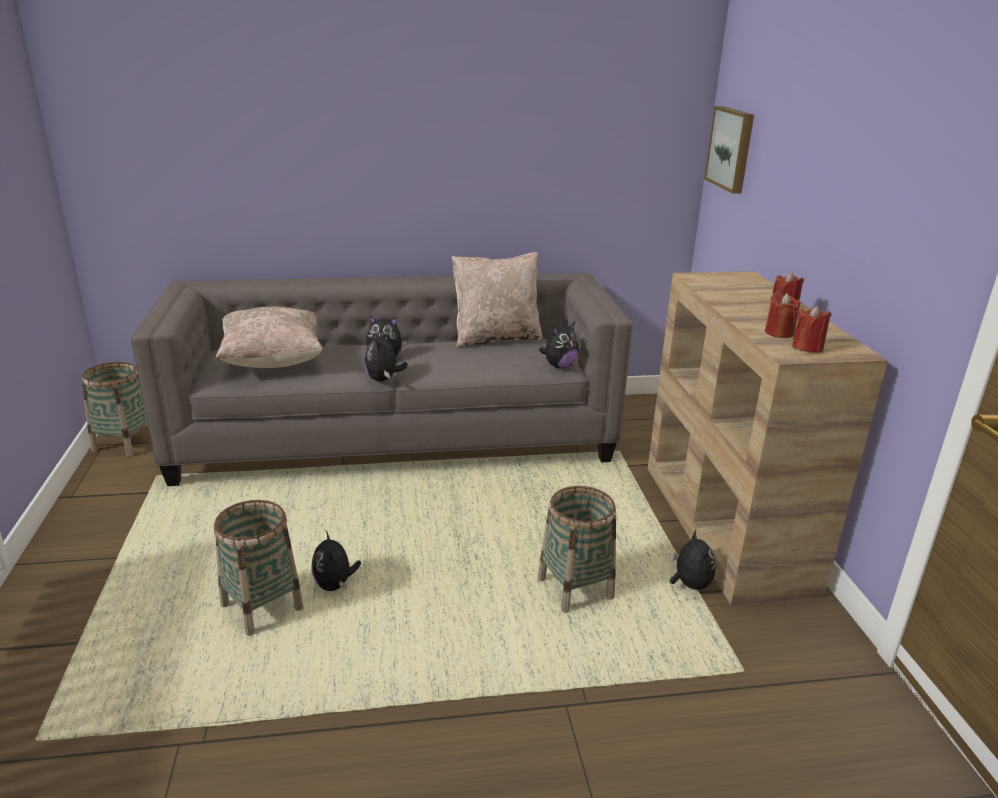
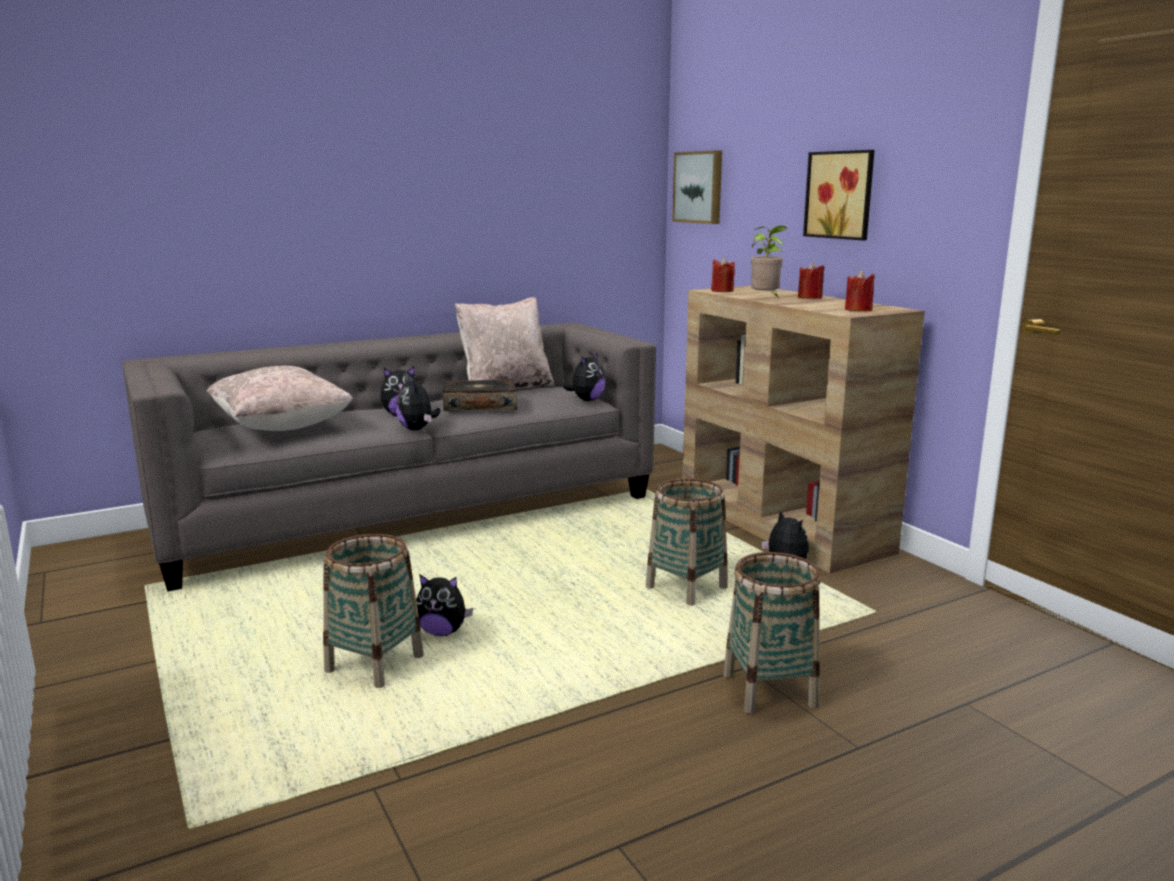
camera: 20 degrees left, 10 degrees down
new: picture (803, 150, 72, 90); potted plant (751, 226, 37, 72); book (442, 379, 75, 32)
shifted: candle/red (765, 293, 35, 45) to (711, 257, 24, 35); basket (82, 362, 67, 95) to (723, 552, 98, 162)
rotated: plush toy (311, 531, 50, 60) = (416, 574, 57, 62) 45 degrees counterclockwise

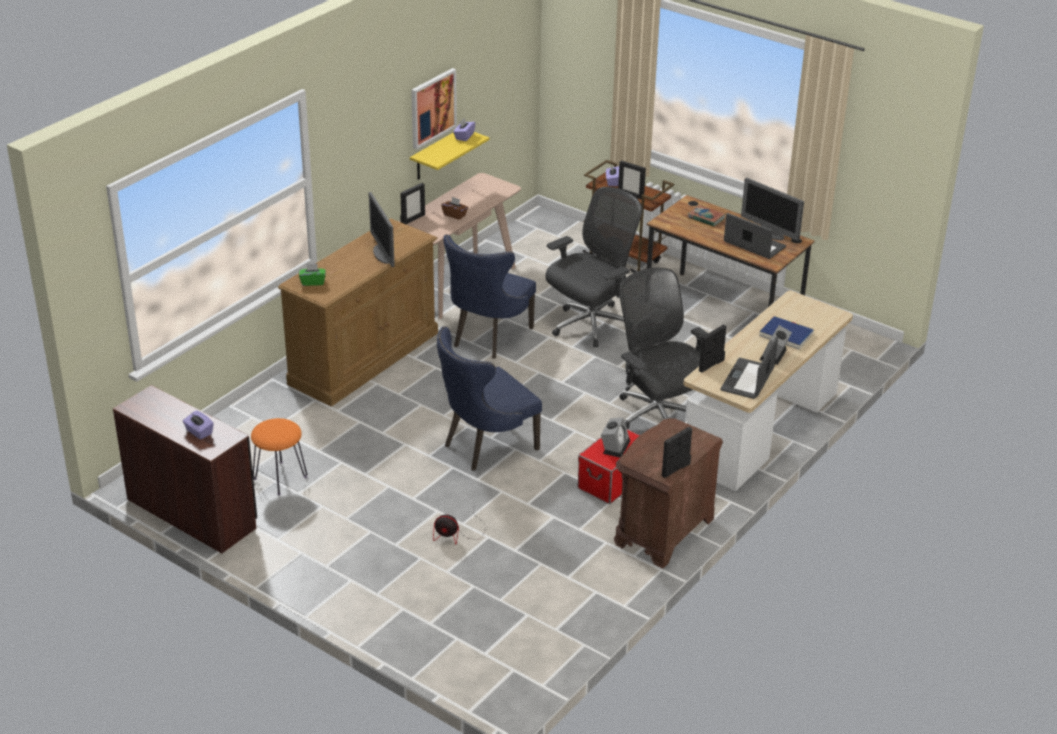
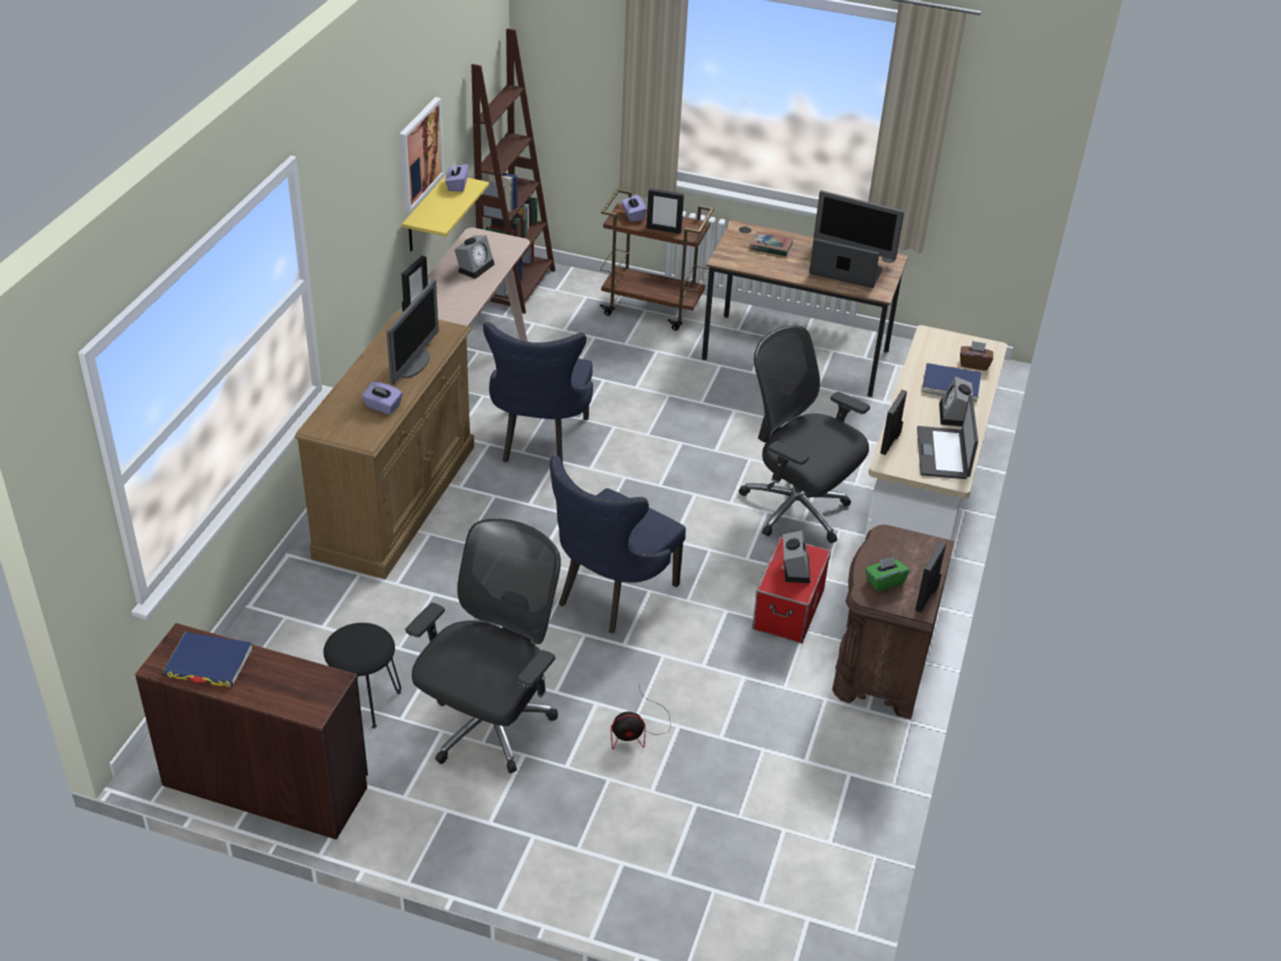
camera: 20 degrees left, 5 degrees up
new: bookcase/brown (471, 28, 84, 285); alarm clock (454, 235, 41, 44); book/blue (164, 632, 88, 55)
shifted: office chair (546, 187, 96, 160) to (405, 519, 156, 254); tissue box/brown (441, 197, 27, 23) to (960, 341, 33, 30); tissue box/green (299, 264, 27, 22) to (865, 556, 45, 35); tissue box/purple (183, 410, 31, 29) to (362, 382, 40, 33)
repainted: stool/orange (251, 418, 56, 77) to stool/black (324, 623, 78, 106)
rotated: monitor (369, 192, 26, 75) = (387, 279, 52, 105) 120 degrees counterclockwise

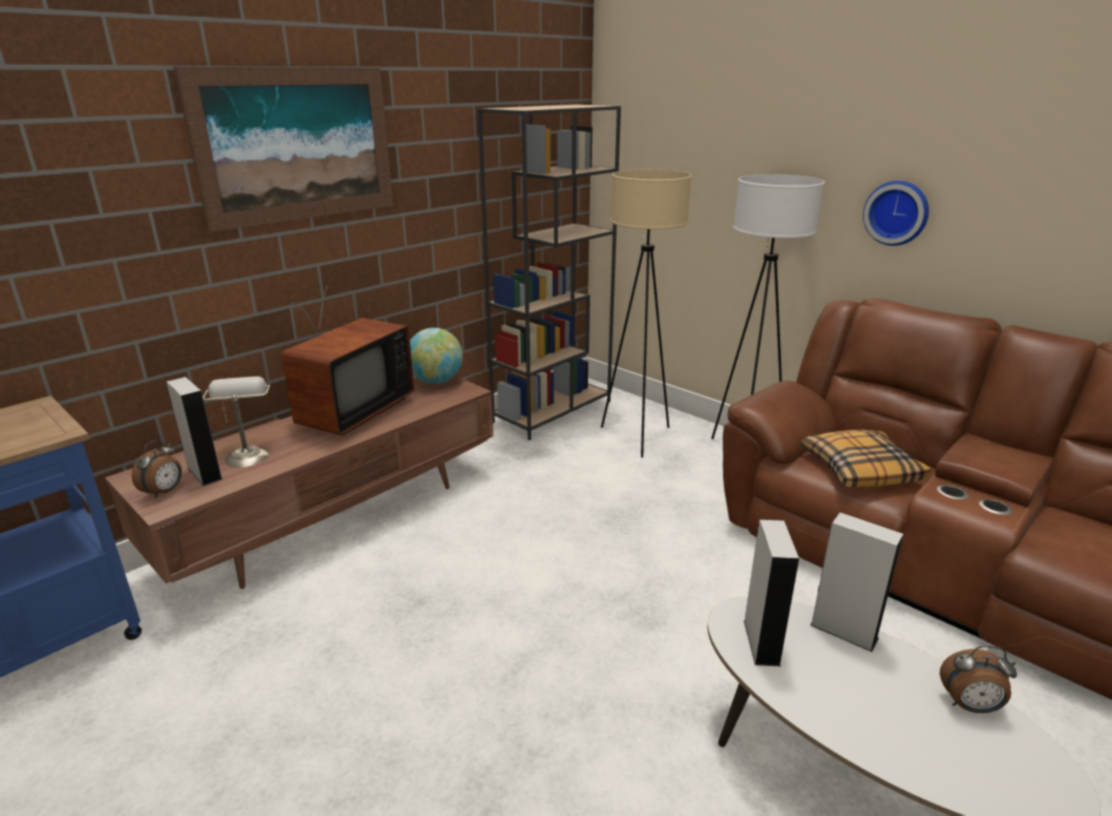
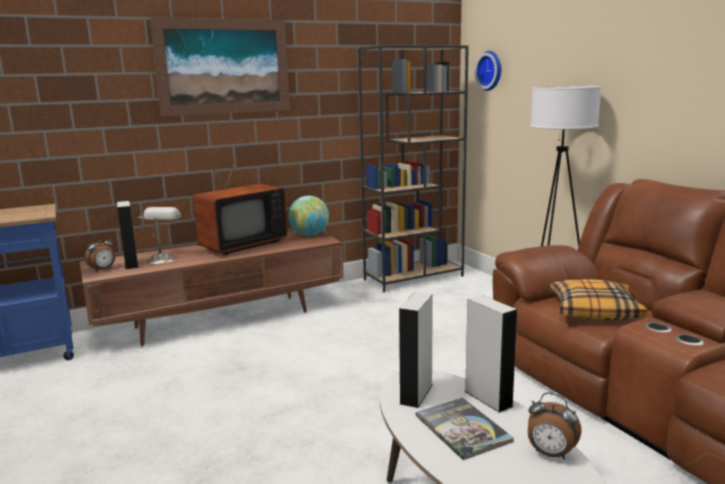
camera: 20 degrees right, 10 degrees down
gone: floor lamp/beige (601, 169, 91, 289)
new: book (416, 398, 98, 62)
shifted: wall clock (863, 181, 66, 65) to (475, 51, 26, 40)

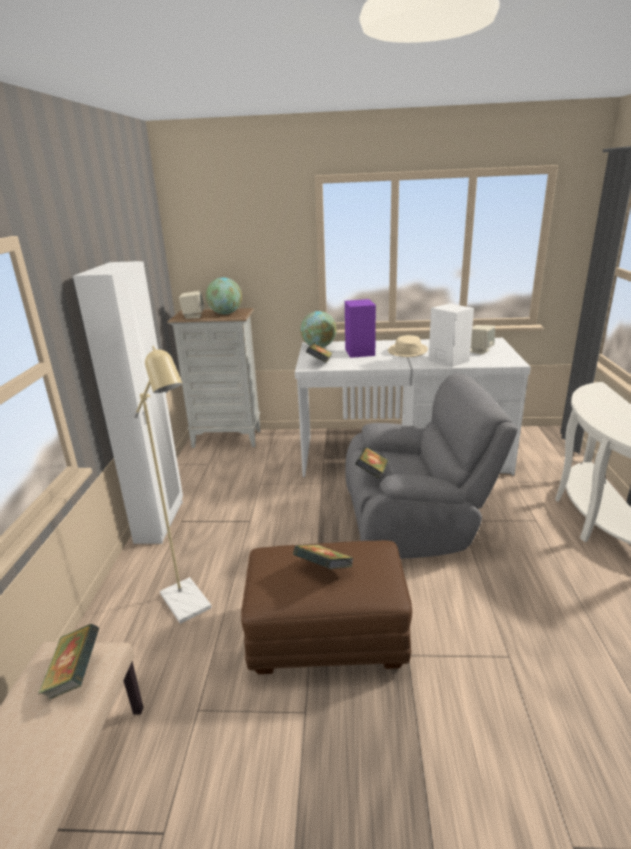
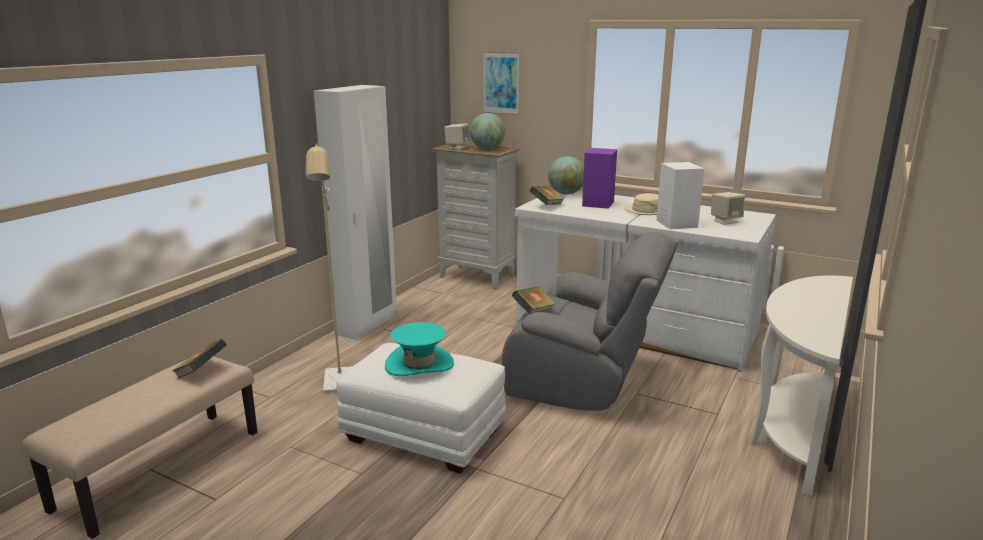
camera: 25 degrees right, 5 degrees down
new: picture (483, 52, 36, 63)
swapped: book (293, 545, 61, 24) to hat/turquoise (385, 322, 69, 54)
repainted: ottoman/brown (241, 540, 171, 134) to ottoman/white (336, 343, 170, 131)

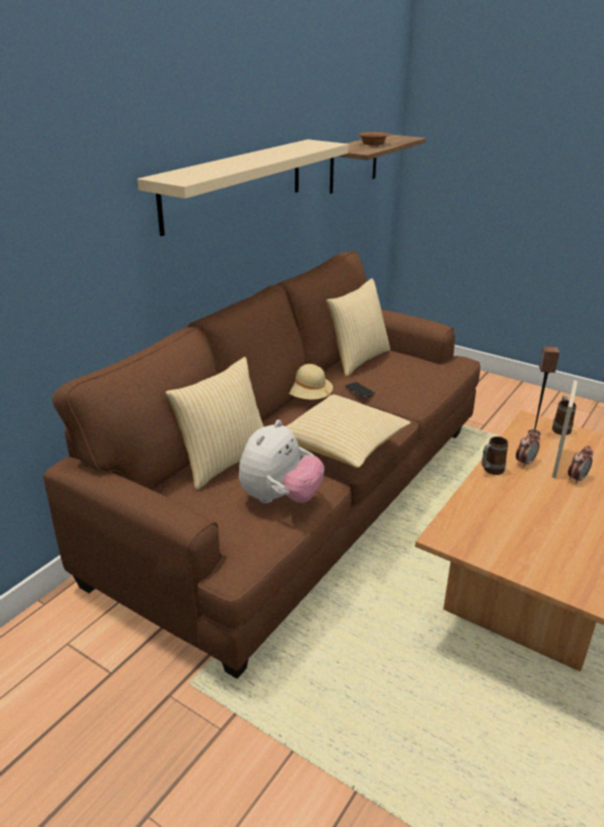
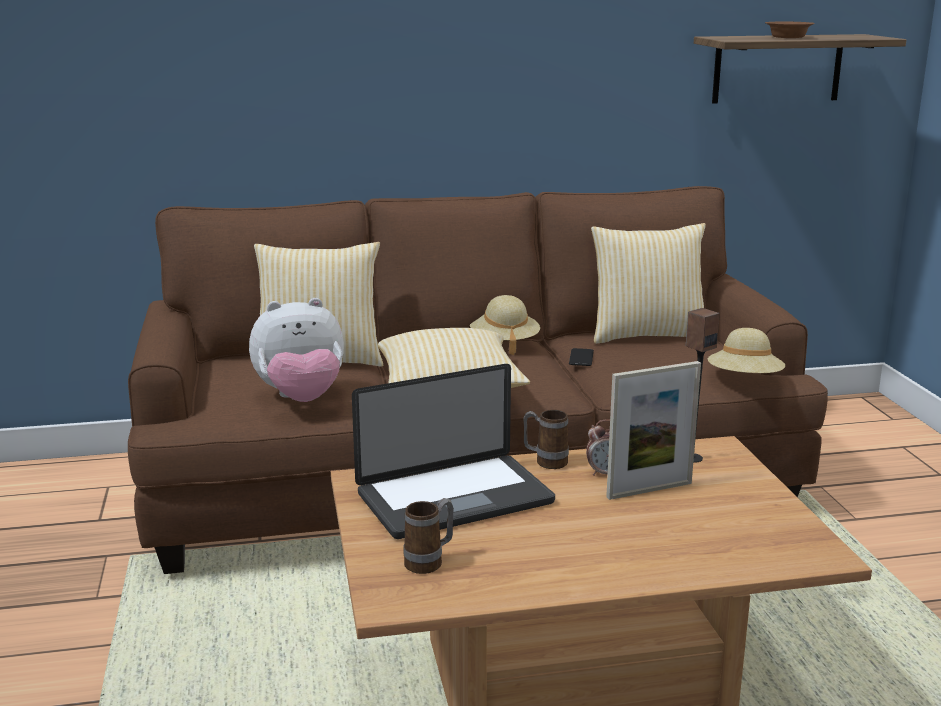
camera: 45 degrees right, 10 degrees down
gone: shelf/beige (137, 139, 211, 97); alarm clock (568, 446, 25, 38)
new: hat/beige (708, 328, 77, 45); laptop (352, 364, 203, 175)
shifted: mug (552, 396, 24, 39) to (403, 498, 51, 76)

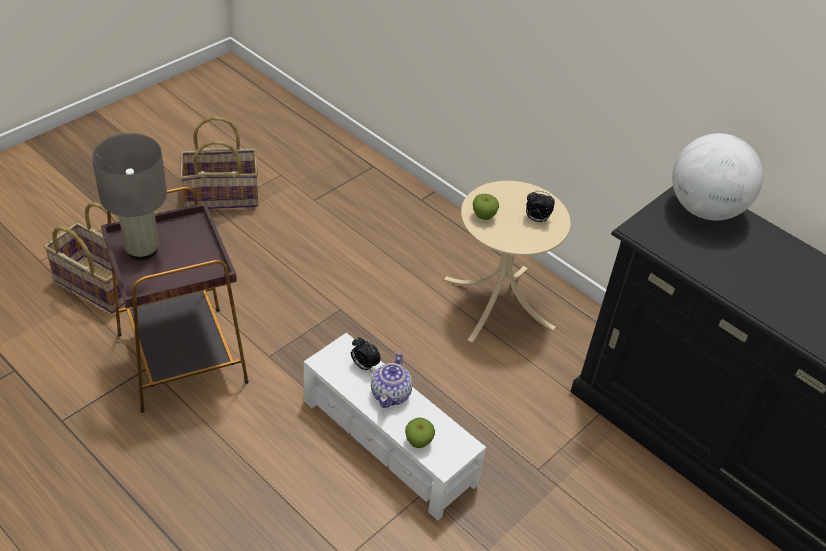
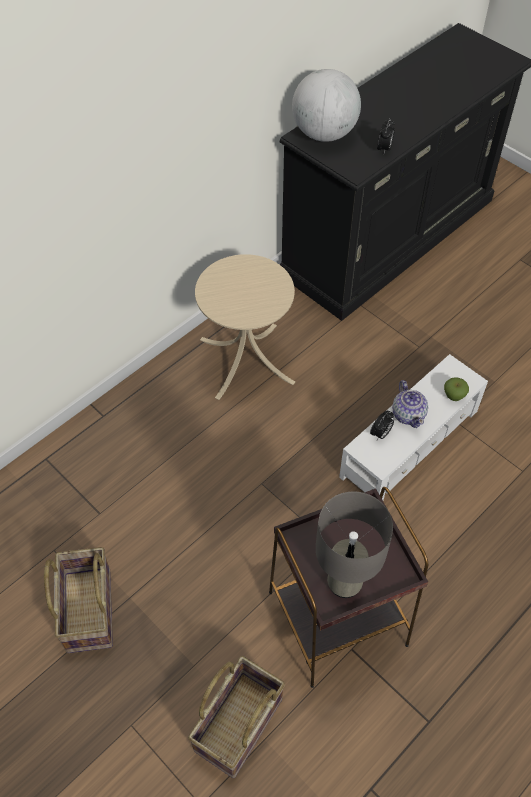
camera: 85 degrees left, 10 degrees up
gone: apple (473, 194, 26, 26)
shifted: alarm clock (526, 191, 29, 31) to (377, 119, 18, 35)
rotated: teapot (371, 353, 42, 55) = (392, 380, 36, 48) 60 degrees clockwise

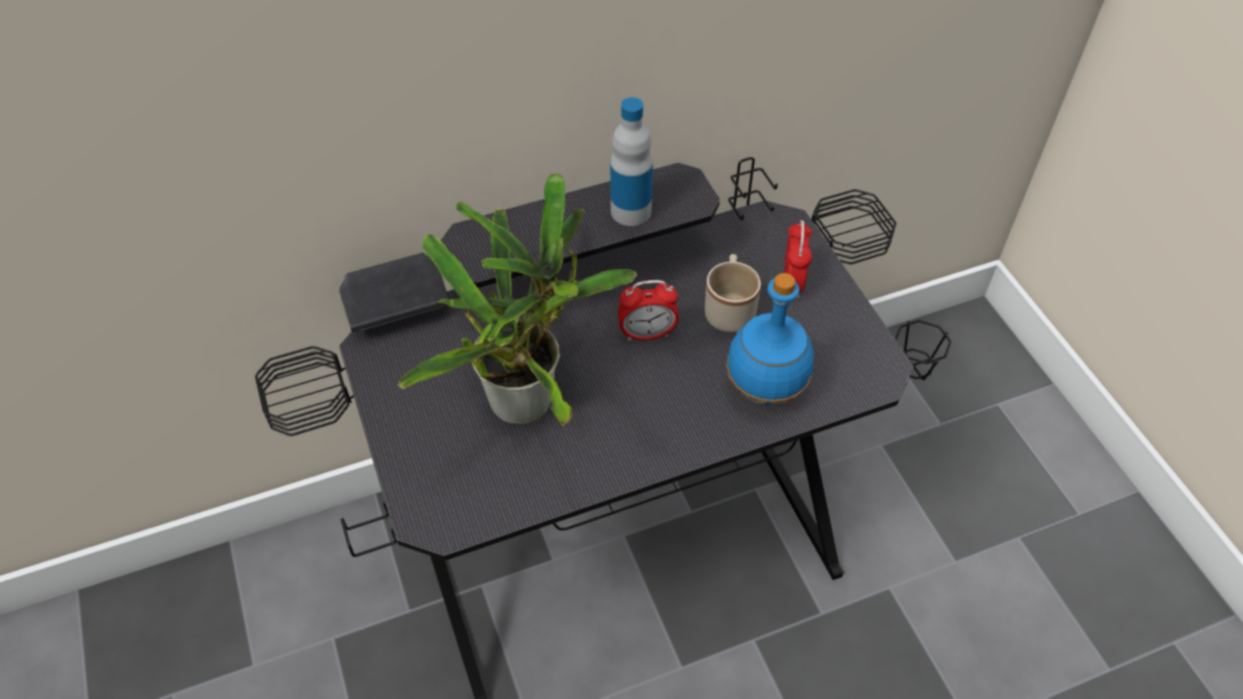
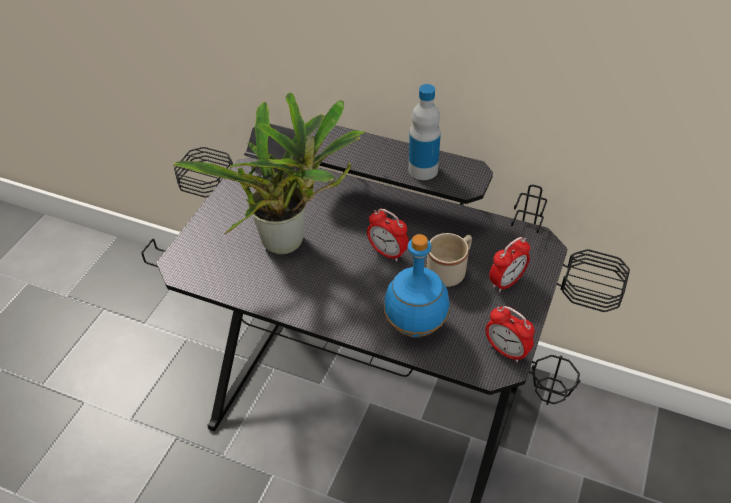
camera: 45 degrees right, 5 degrees down
new: alarm clock (485, 306, 50, 56)

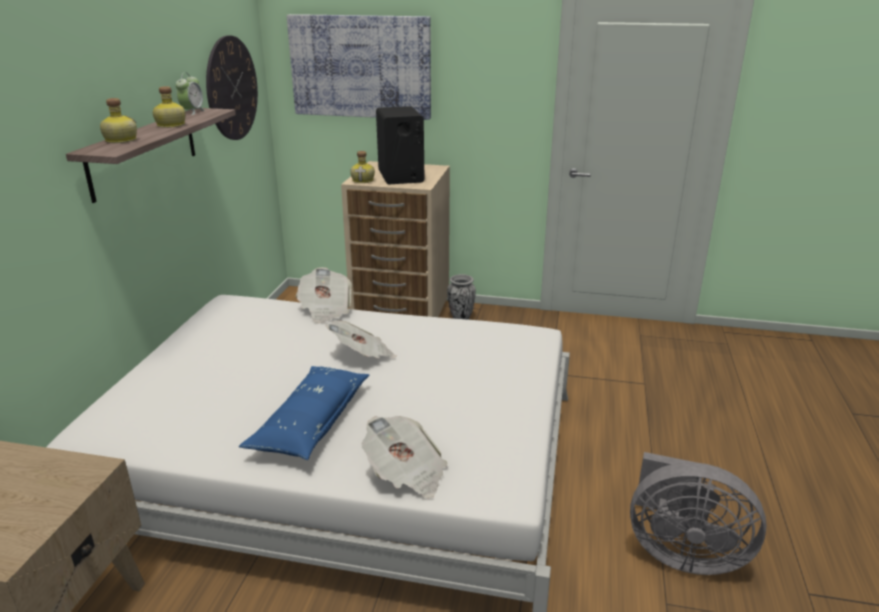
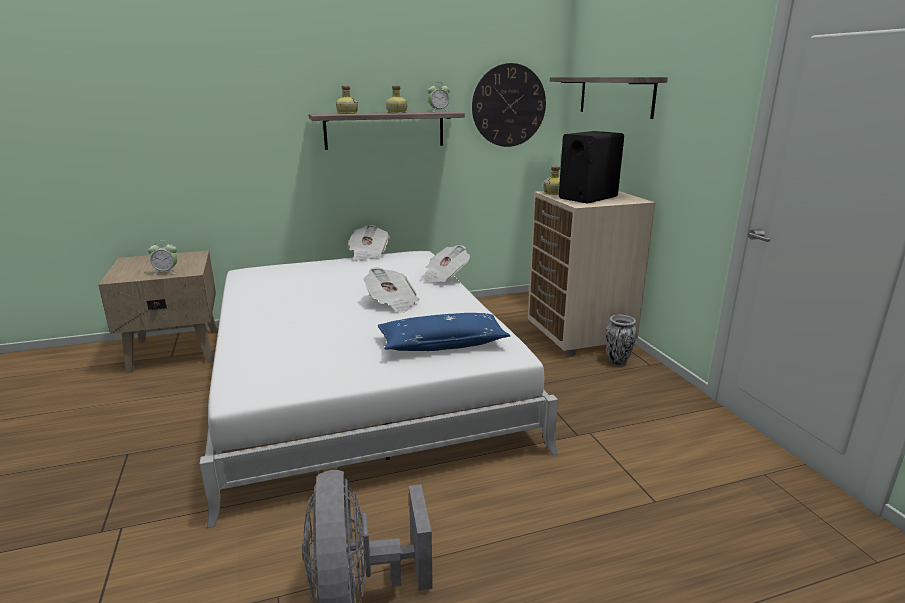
camera: 60 degrees right, 5 degrees down
new: alarm clock (148, 240, 29, 35)
shifted: pillow/blue (239, 366, 130, 94) to (378, 313, 133, 38); newspaper (361, 416, 86, 82) to (348, 225, 42, 36)
swapped: picture (287, 14, 144, 106) to shelf (550, 77, 118, 42)

